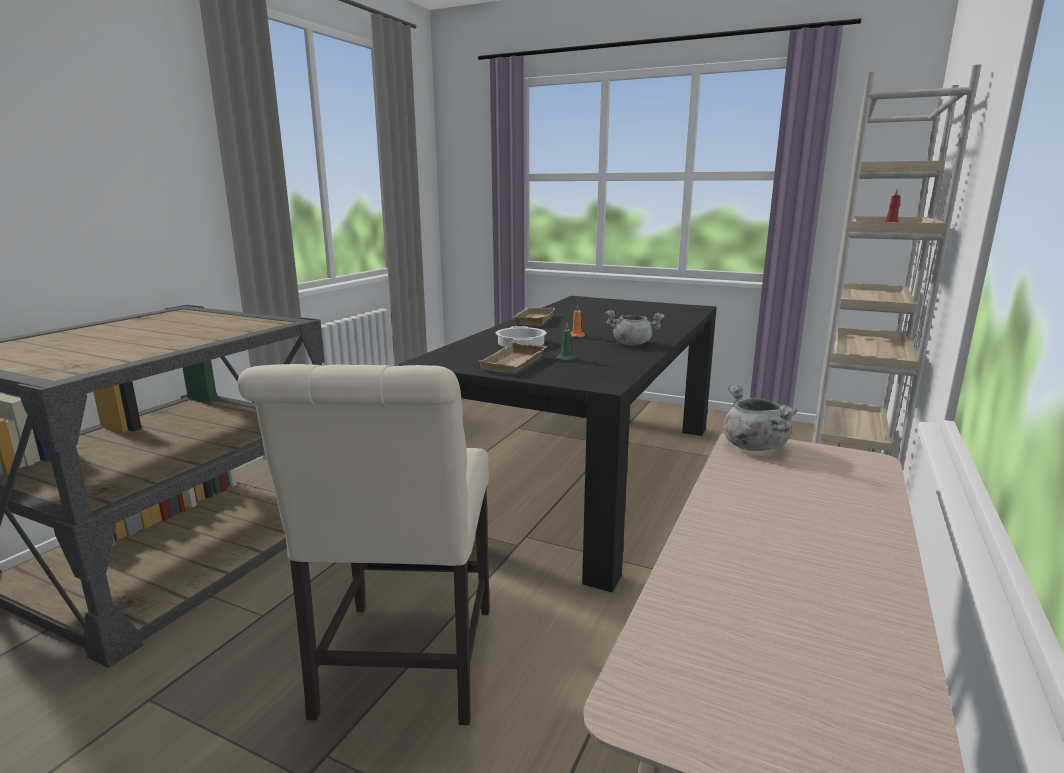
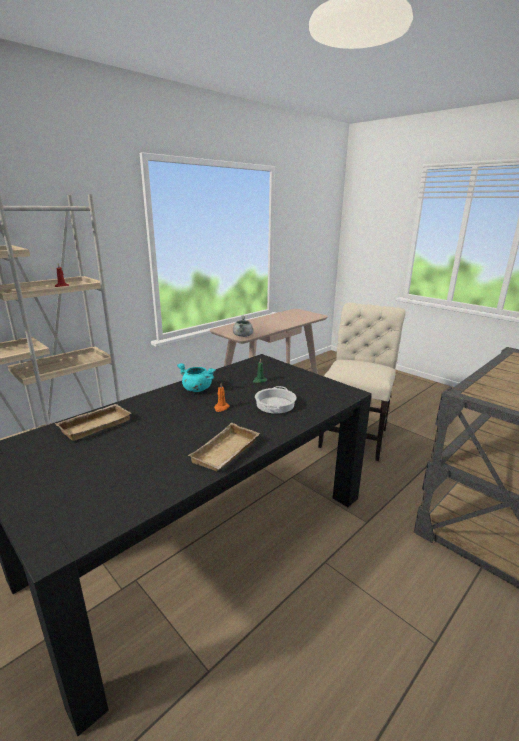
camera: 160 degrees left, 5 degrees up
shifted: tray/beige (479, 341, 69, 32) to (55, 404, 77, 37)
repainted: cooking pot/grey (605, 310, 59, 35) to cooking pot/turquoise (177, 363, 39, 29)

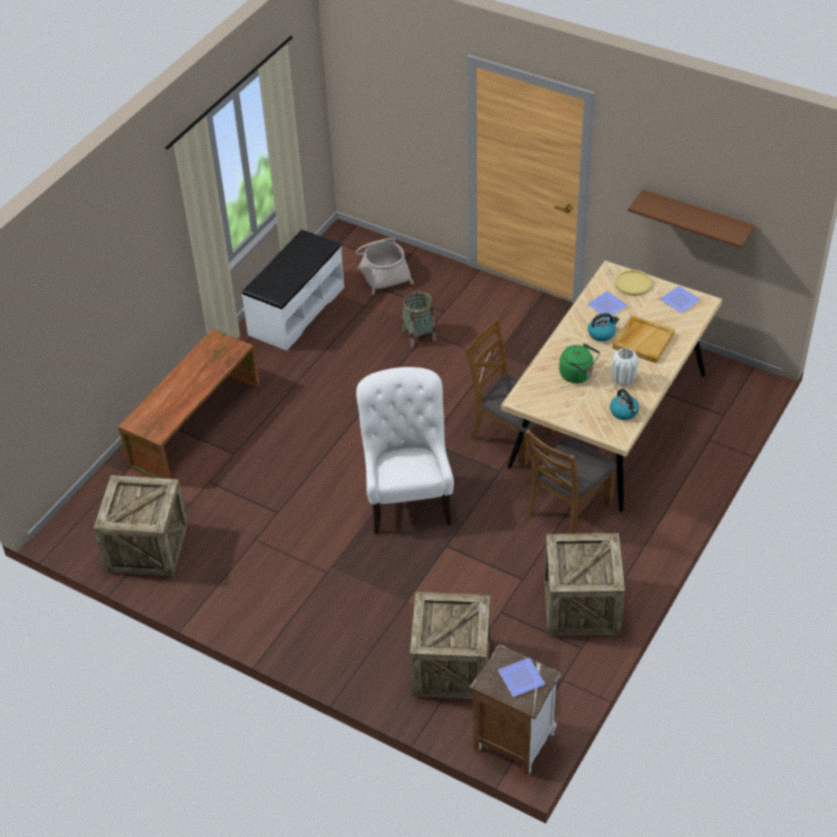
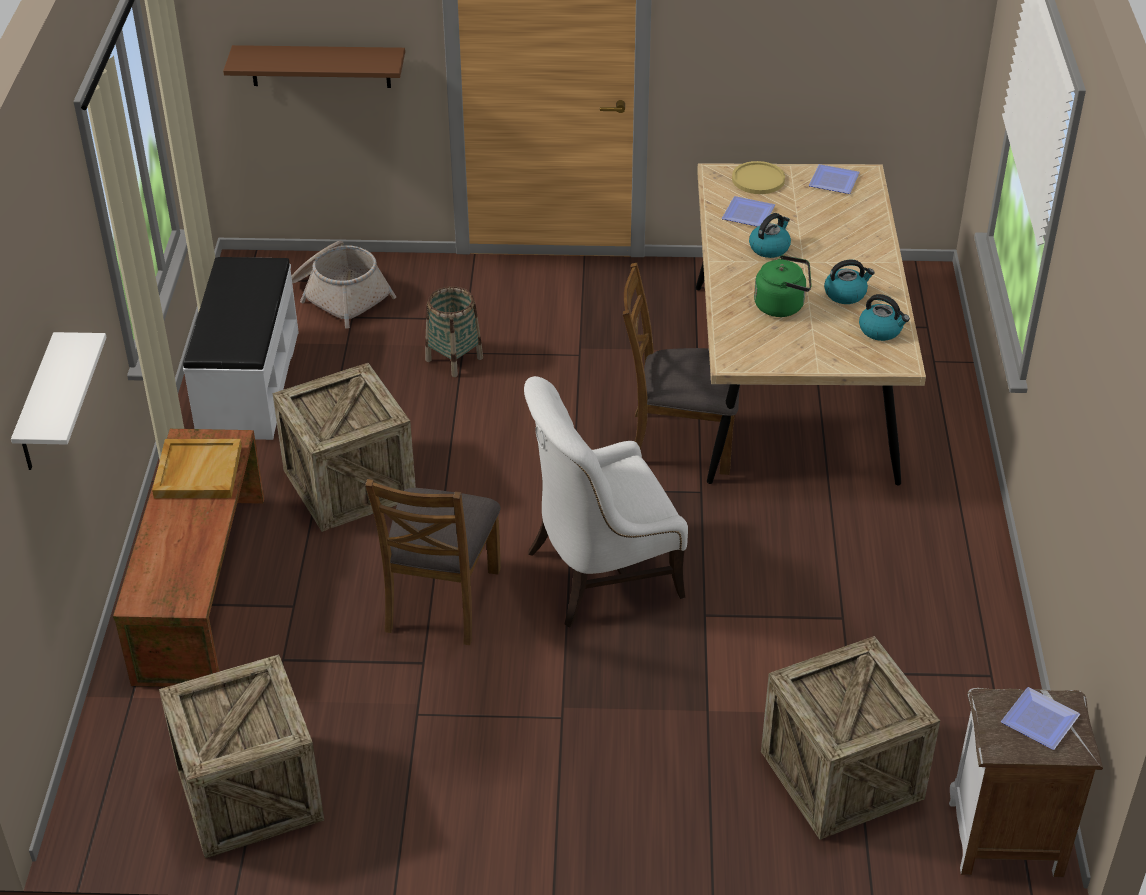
camera: 30 degrees left, 5 degrees down
new: shelf/white (11, 332, 96, 138)
shifted: shelf/brown (628, 189, 127, 59) to (223, 45, 182, 43); tray/beige (612, 315, 63, 48) to (152, 439, 90, 59); chair/brown (525, 429, 92, 105) to (365, 479, 136, 166); crate (544, 533, 81, 103) to (272, 363, 144, 169)
swapped: vase/white (612, 348, 27, 38) to kettle (824, 260, 51, 44)
rotated: chair/white (356, 367, 98, 167) = (524, 376, 164, 252) 75 degrees counterclockwise

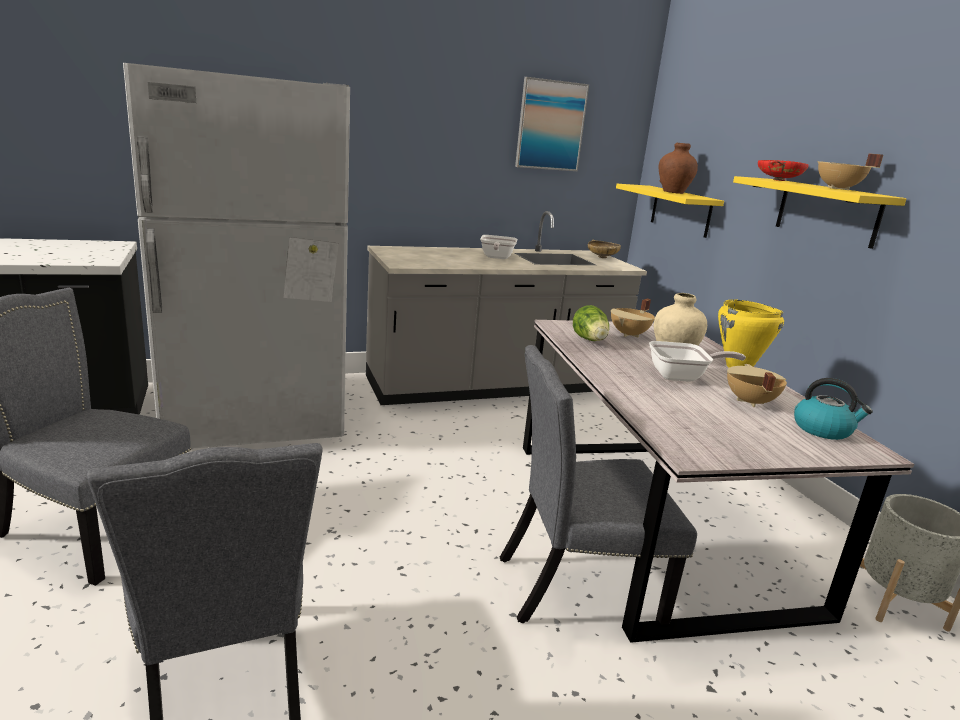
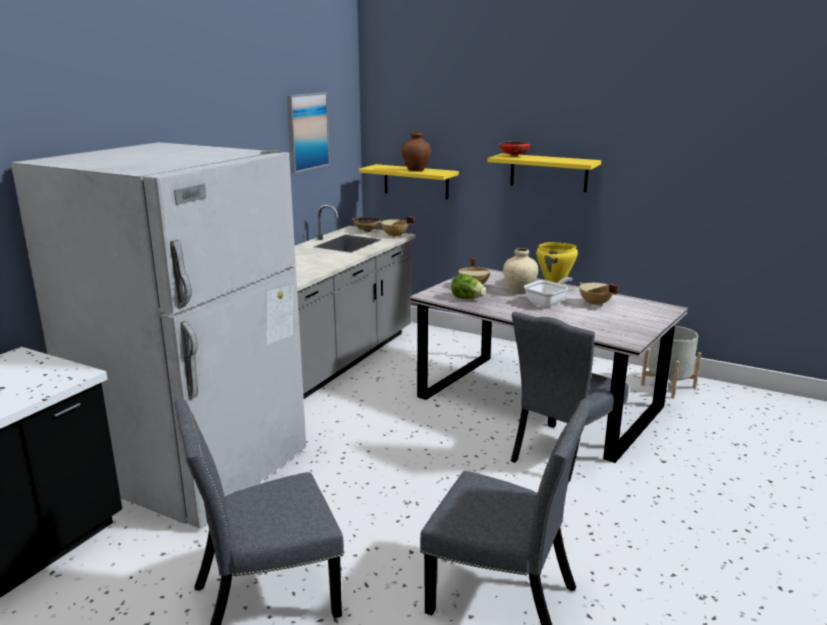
camera: 40 degrees left, 0 degrees up
gone: frying pan (480, 235, 37, 24); kettle (794, 378, 79, 62)
shifted: cooking pot/beige (817, 153, 66, 37) to (379, 216, 35, 22)

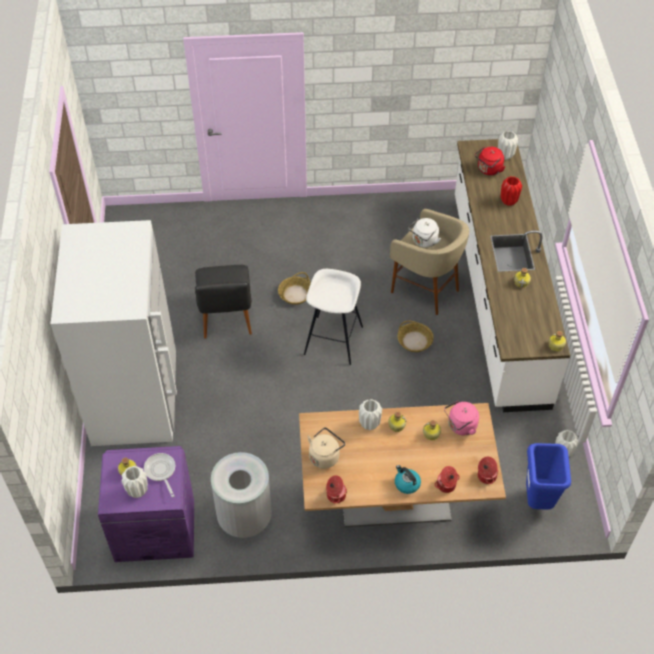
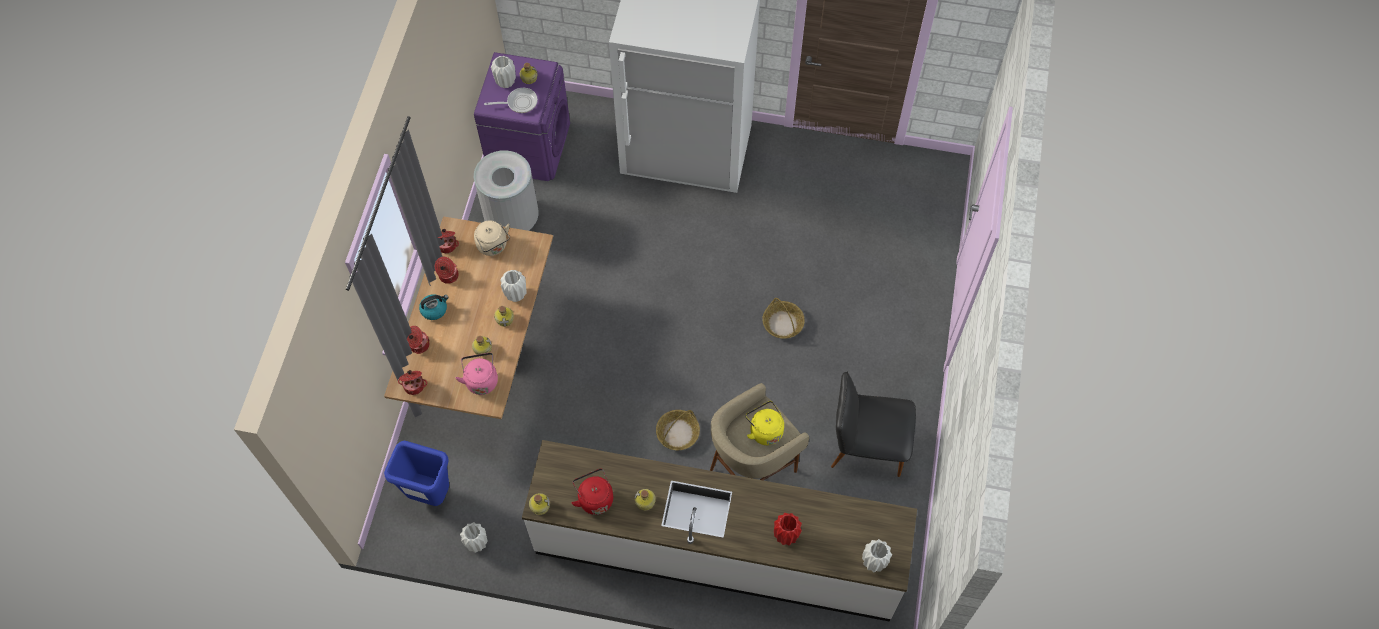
camera: 105 degrees right, 10 degrees up
gone: stool/white (304, 269, 59, 96)
new: cooking pot (435, 257, 24, 27)
shifted: kettle/red (475, 146, 30, 29) to (572, 468, 41, 47); chair/black (195, 265, 57, 74) to (831, 372, 85, 105)
repainted: kettle/white (409, 218, 32, 30) to kettle/yellow (745, 401, 39, 44)

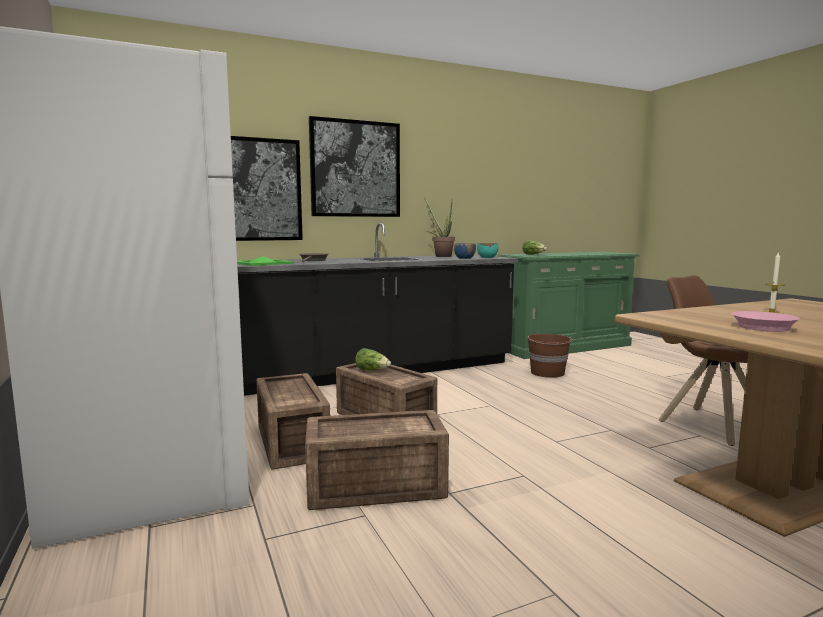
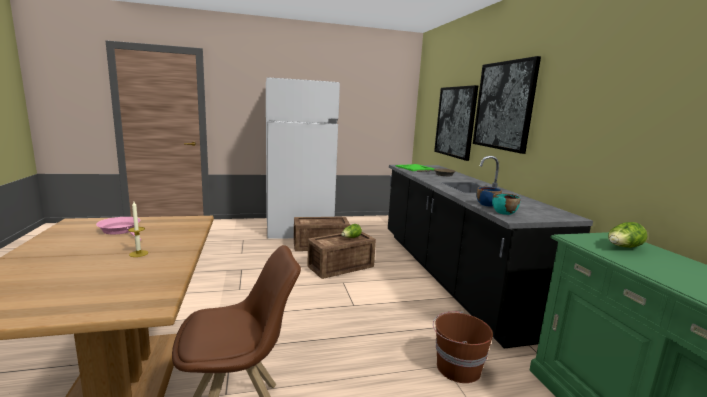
camera: 100 degrees right, 5 degrees up
gone: potted plant (424, 198, 31, 59); crate (305, 410, 144, 100)

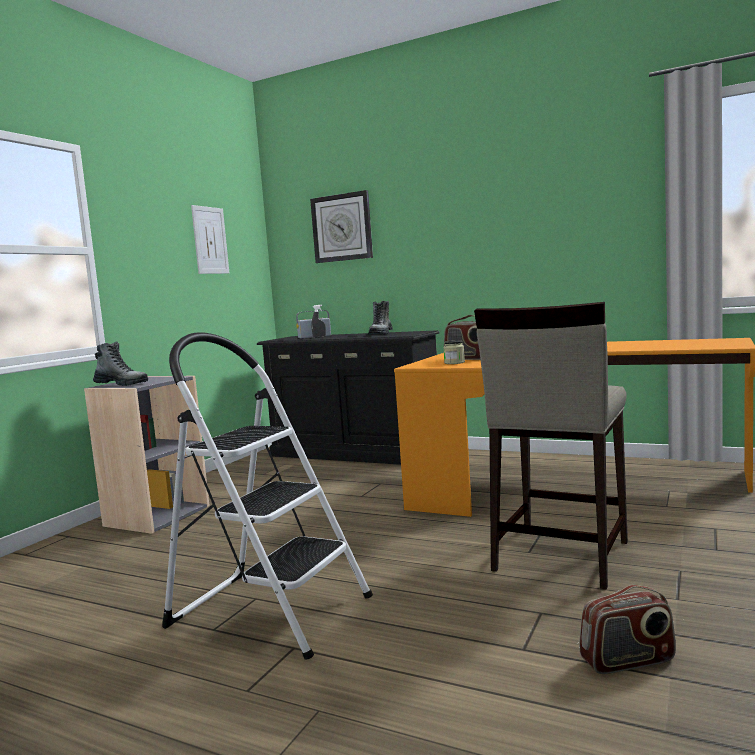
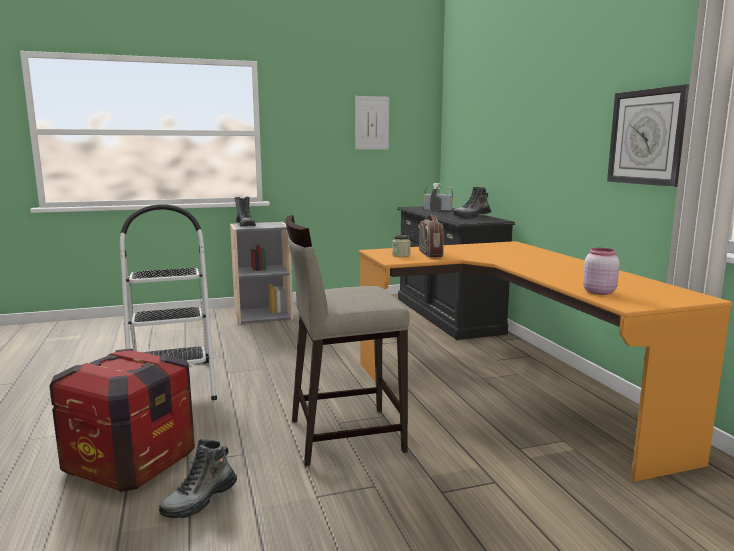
camera: 45 degrees right, 5 degrees up
new: jar/pink (583, 248, 37, 47); crate (50, 348, 145, 144)
shifted: wall clock (310, 190, 63, 73) to (607, 84, 82, 103)
swapped: radio (579, 585, 97, 89) to boot (159, 439, 78, 79)

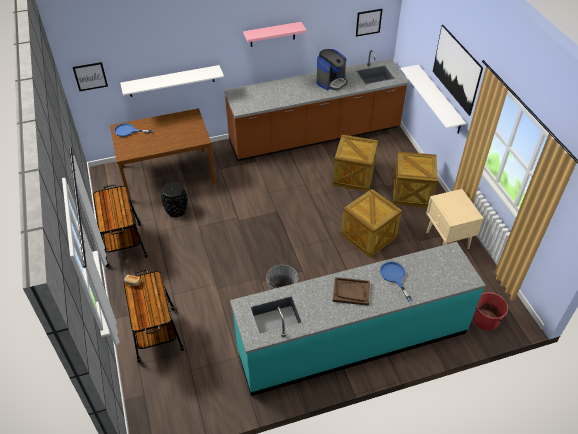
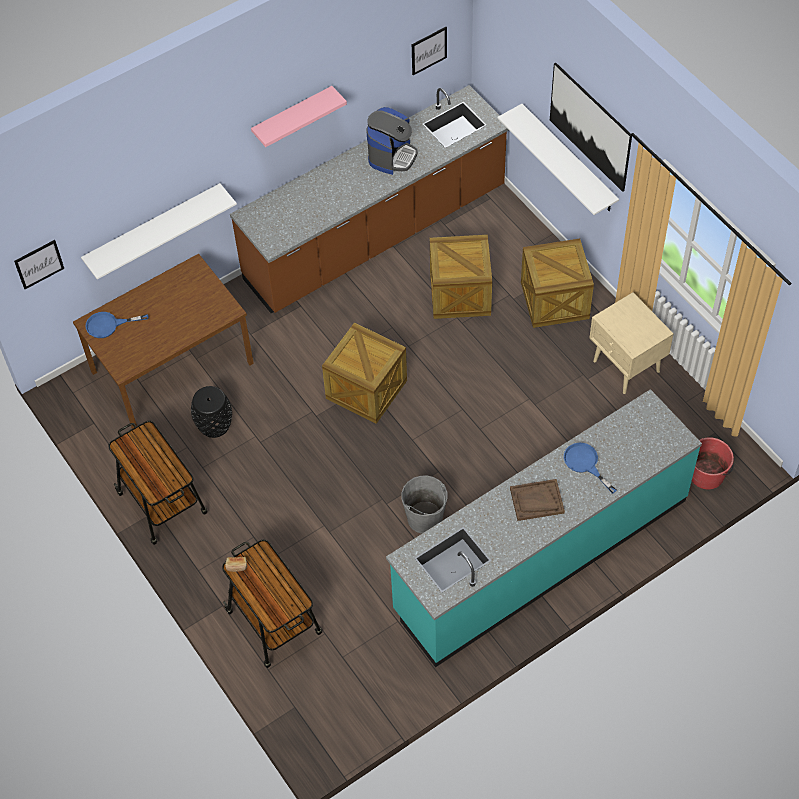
camera: 15 degrees left, 10 degrees up
shifted: crate (341, 189, 61, 69) to (322, 323, 85, 101)

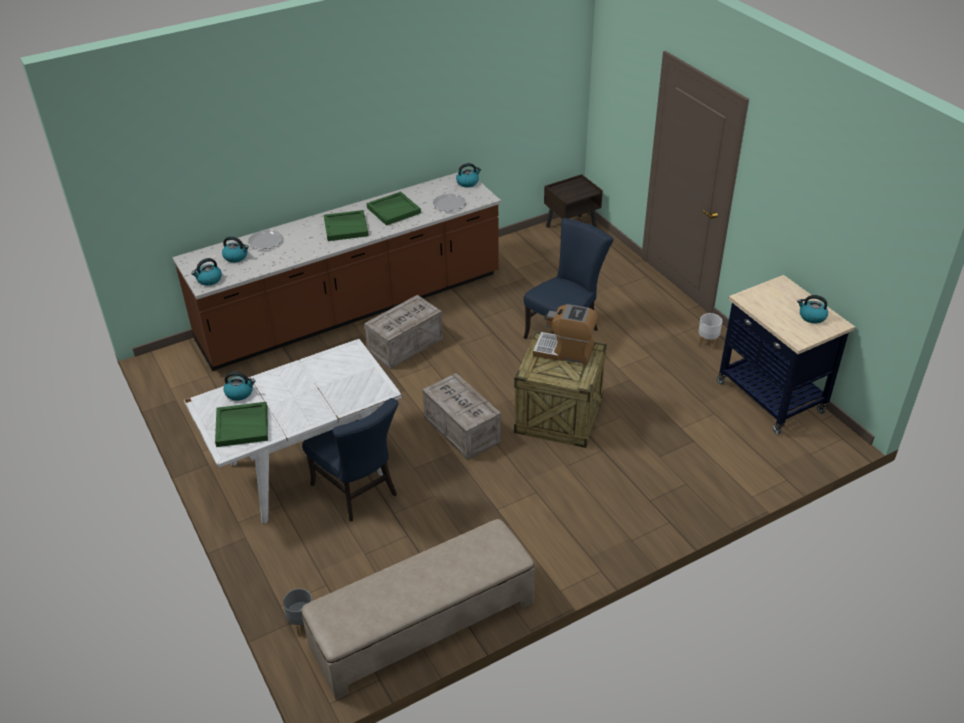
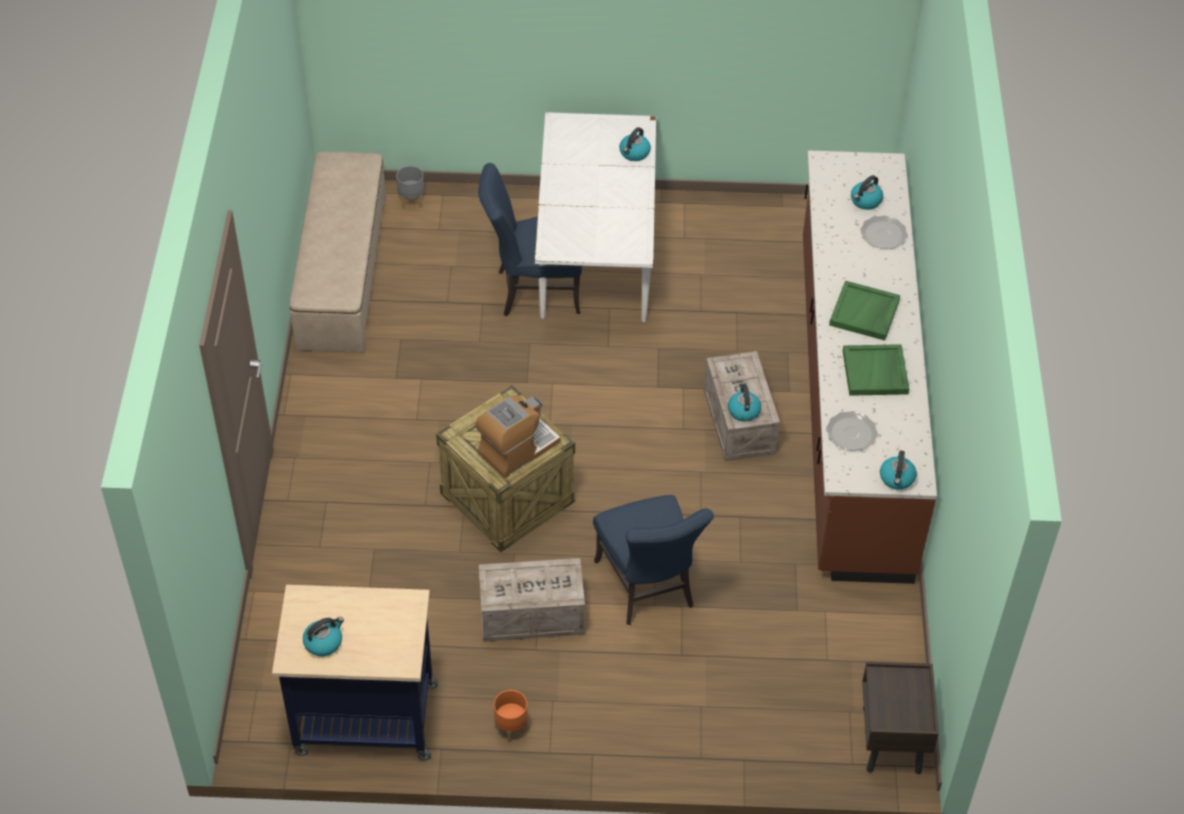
camera: 120 degrees right, 10 degrees up
gone: tray/green (215, 402, 53, 45)
shifted: kettle (191, 258, 31, 28) to (728, 383, 33, 38); crate (422, 373, 79, 87) to (479, 558, 106, 84)
repainted: planter/white (698, 313, 24, 36) to planter/orange (494, 690, 34, 52)

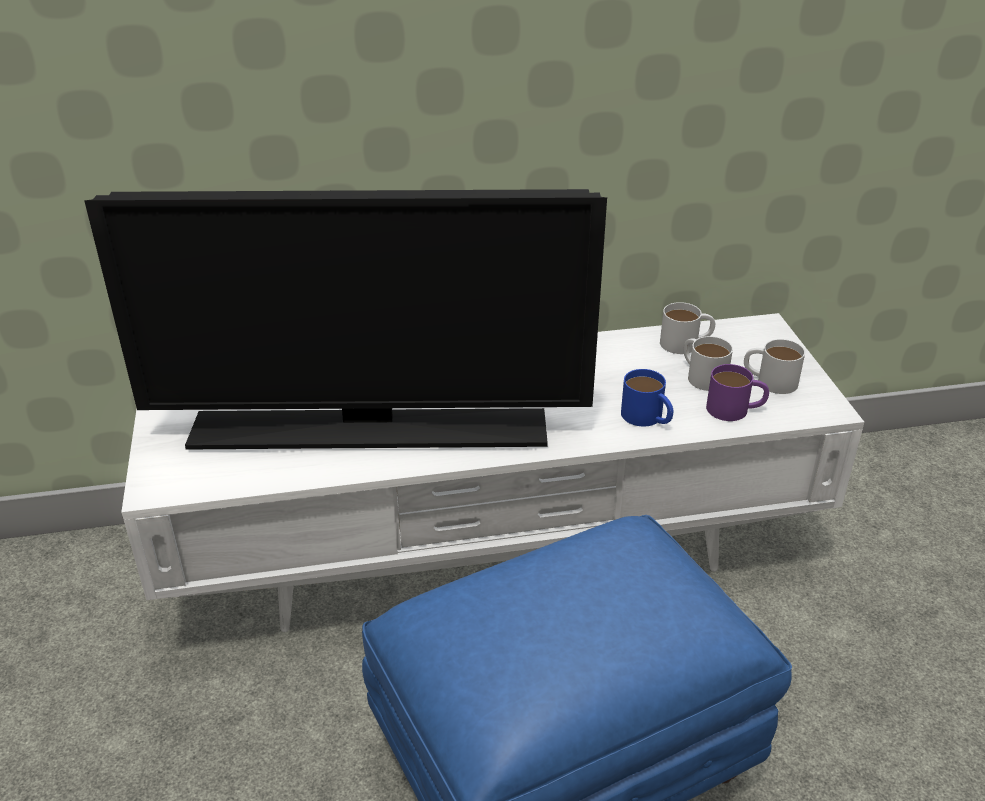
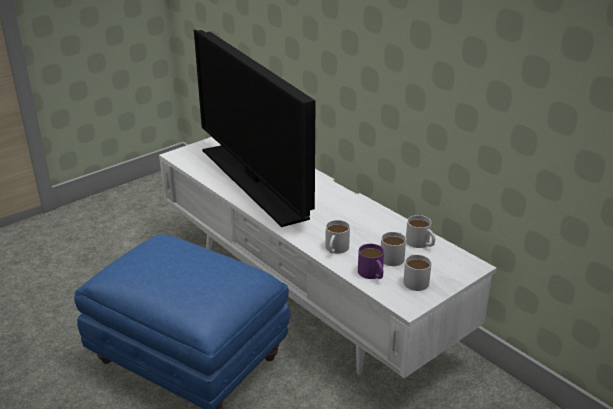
camera: 60 degrees right, 5 degrees down
repainted: mug/blue (621, 369, 52, 57) to mug/white (325, 220, 25, 34)

